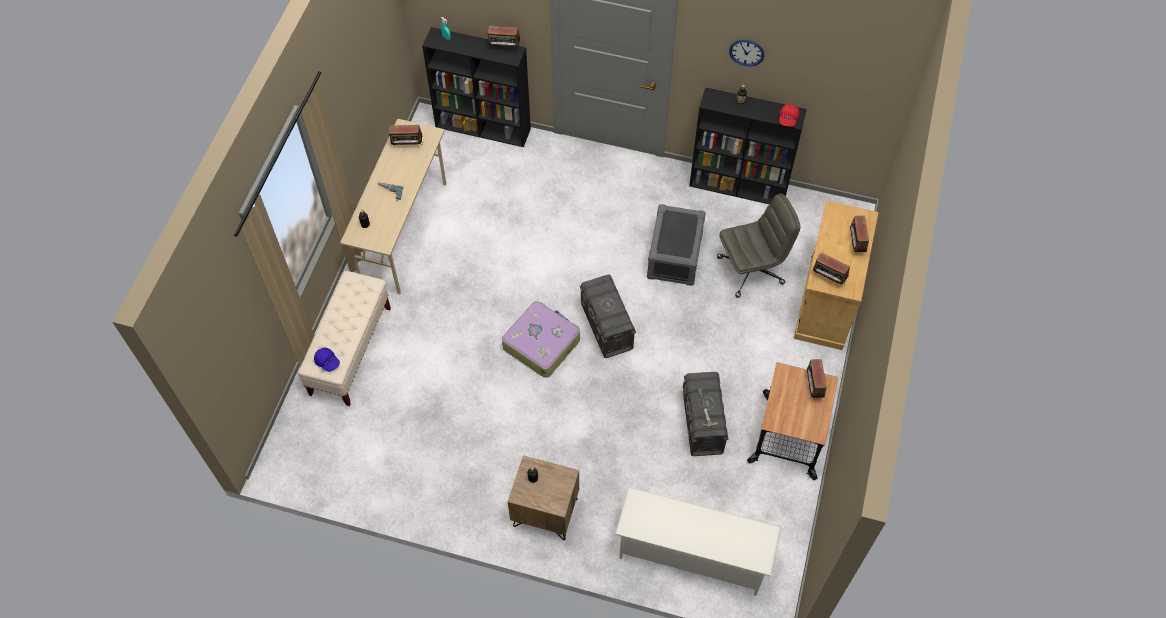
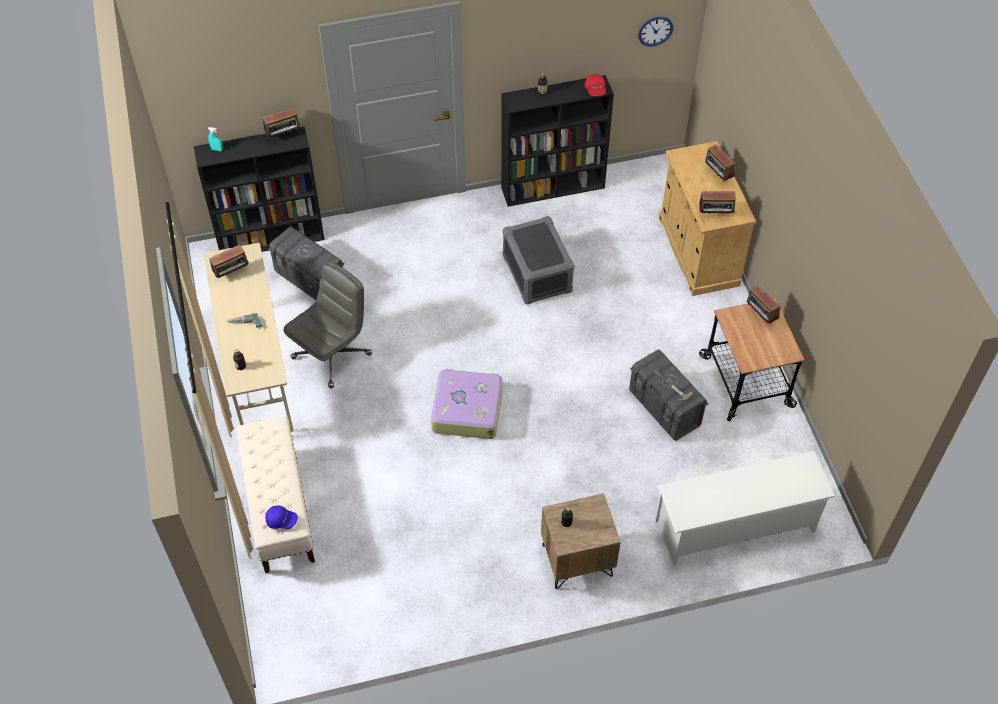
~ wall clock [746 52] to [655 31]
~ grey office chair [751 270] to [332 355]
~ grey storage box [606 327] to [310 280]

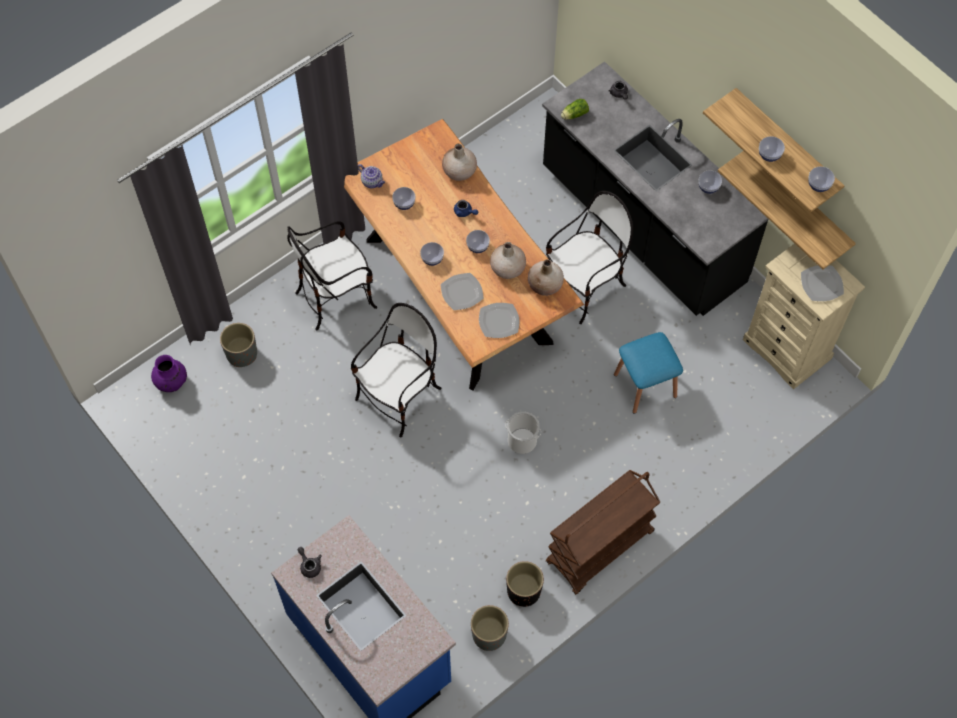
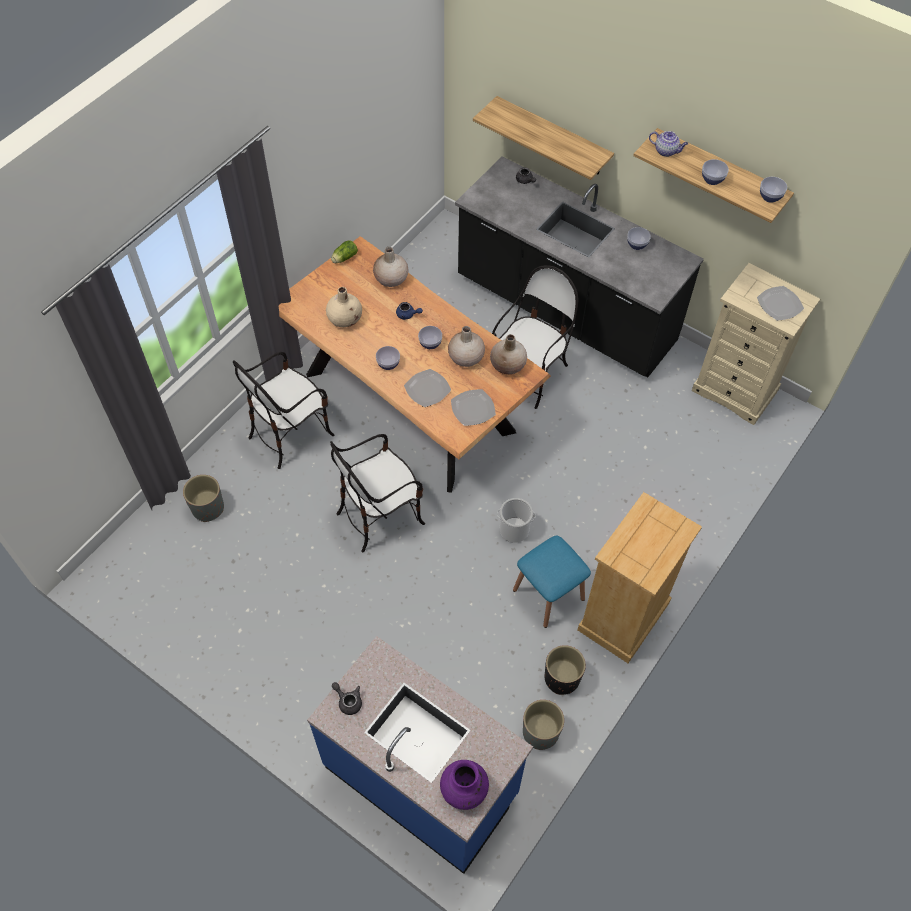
~ lettuce [573 115] to [344 258]
~ shelf [798 203] to [552 137]
~ teapot [372 182] to [666 151]
~ bowl [404 204] to beige vase [345 319]
~ chair [399 397] = [380 515] 150 degrees counterclockwise
~ blue stool [645 385] to [548 594]
~ purple vase [171 382] to [464 790]
~ brown cart [599 548] to beige dresser [623 617]

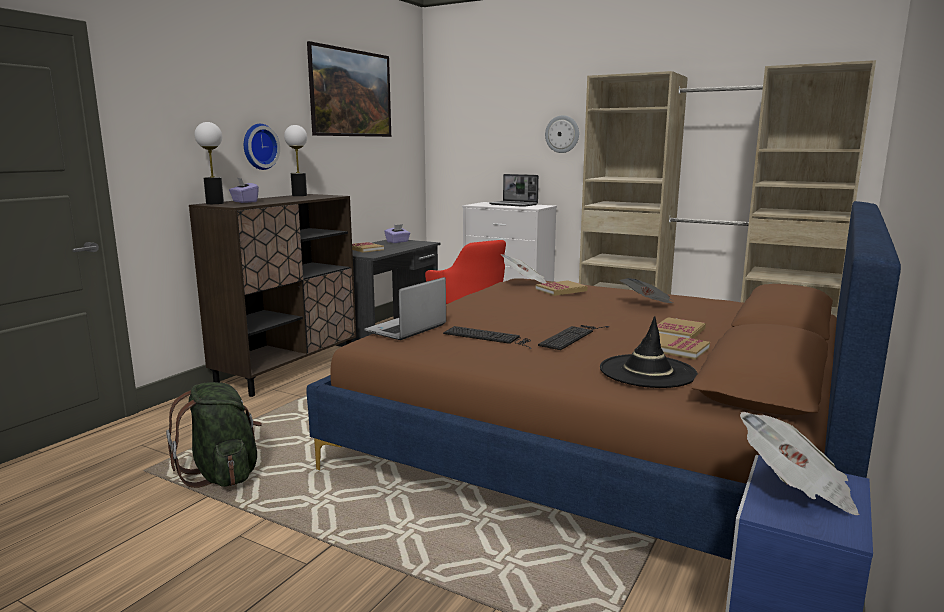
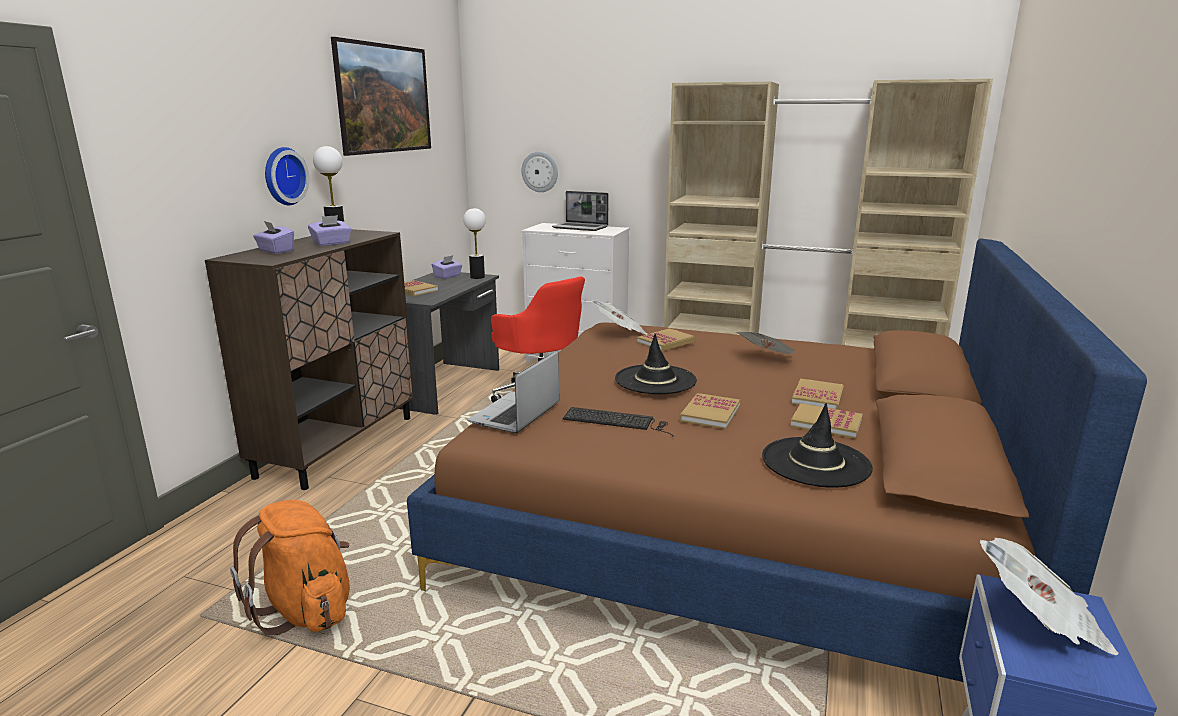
~ wall clock [562 134] to [540 172]
~ table lamp [214 203] to [477 277]
~ keyboard [572 336] to book [710 413]
~ green backpack [223 474] to orange backpack [306 610]
+ purple tissue box [331 243]
+ black hat [655 380]

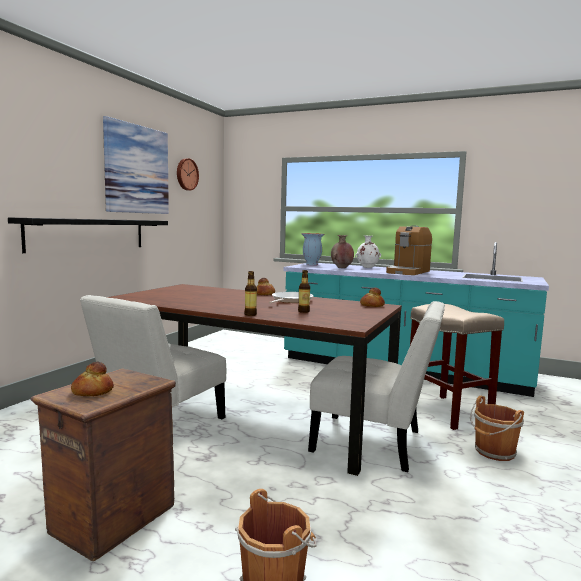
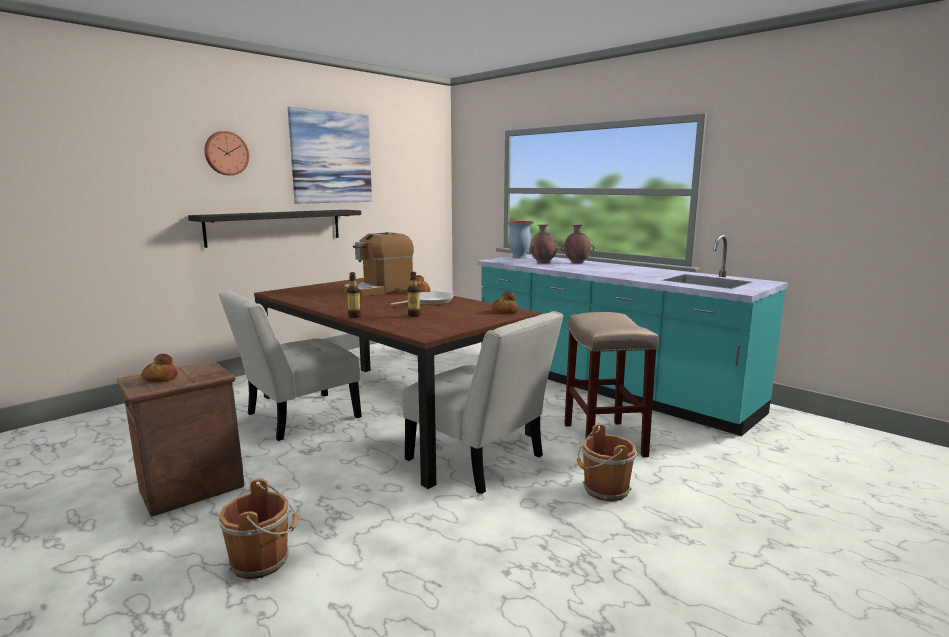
~ wall clock [186 174] to [226 153]
~ coffee machine [408 272] to [379 290]
~ white vase [367 267] to brown vase [576 263]

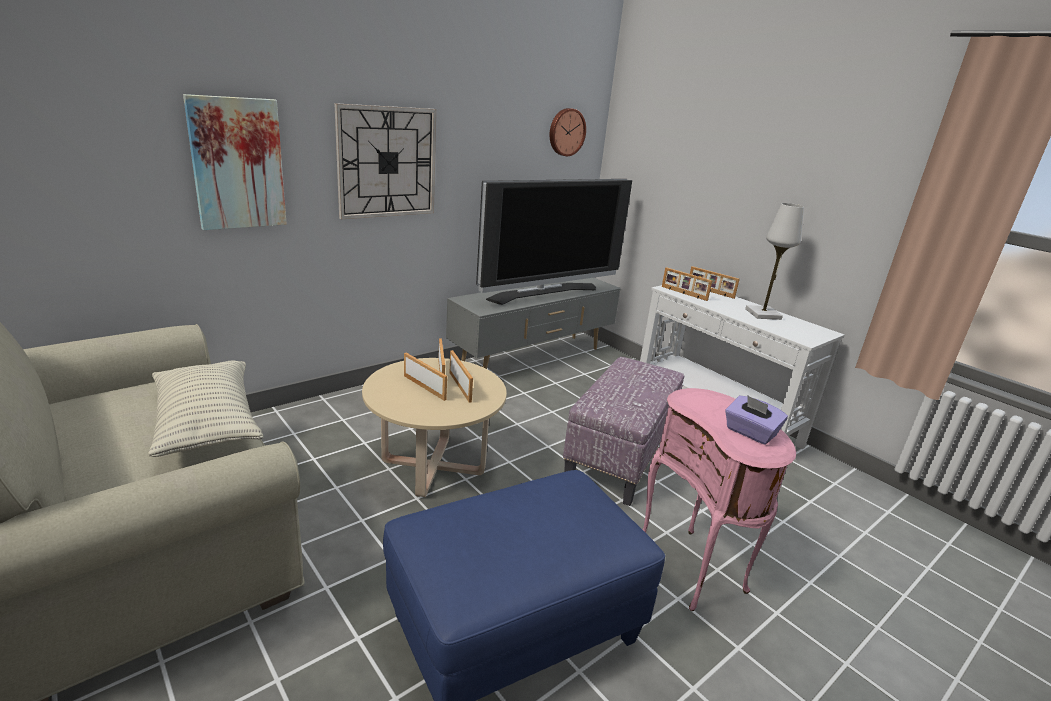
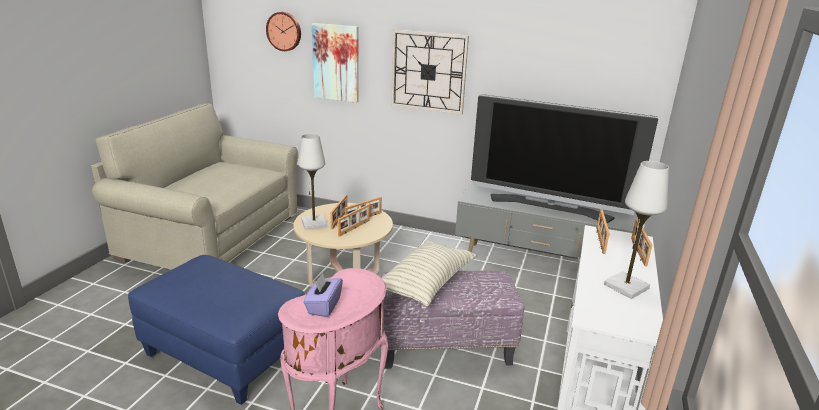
~ wall clock [566 132] to [284 31]
~ pillow [207 424] to [426 283]
+ white table lamp [314 223]

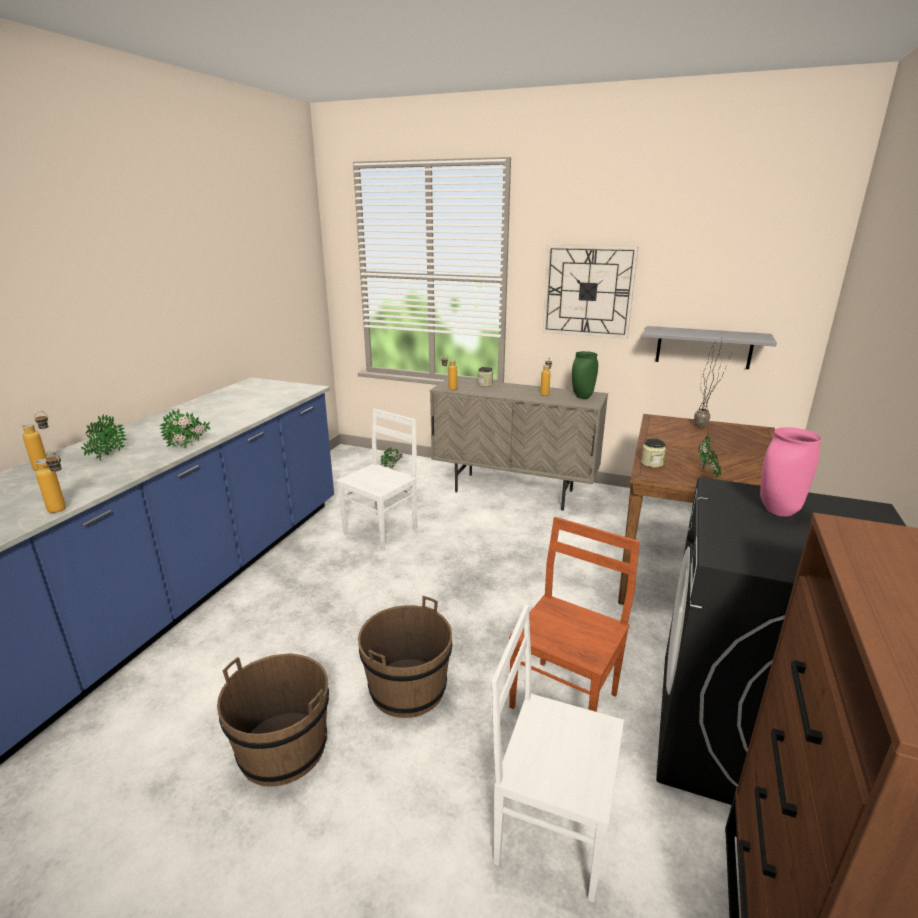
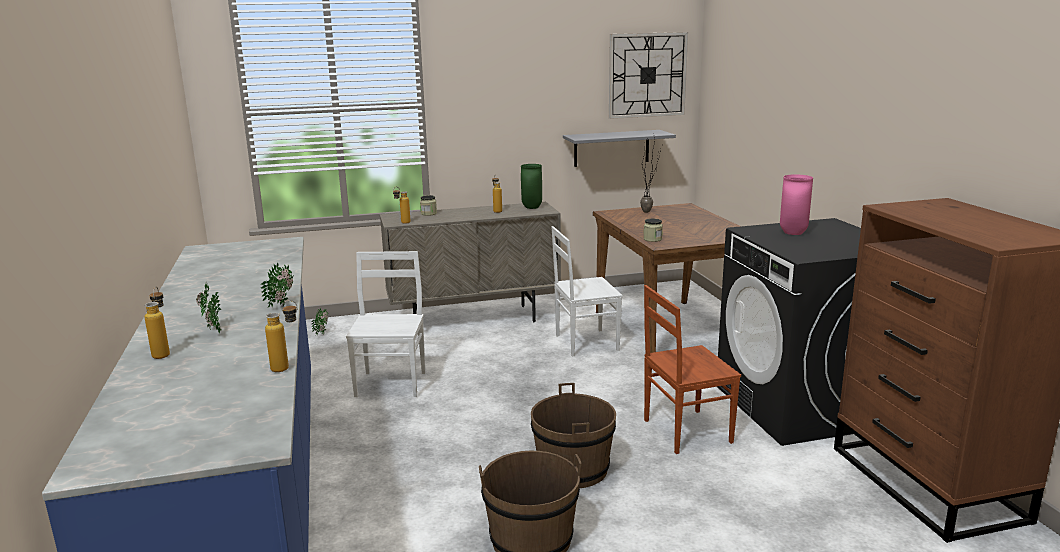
~ wall clock [588 291] to [647 75]
- potted plant [706 474]
~ brown chair [566 700] = [685 431] 105 degrees counterclockwise
~ white chair [552 827] to [585 342]

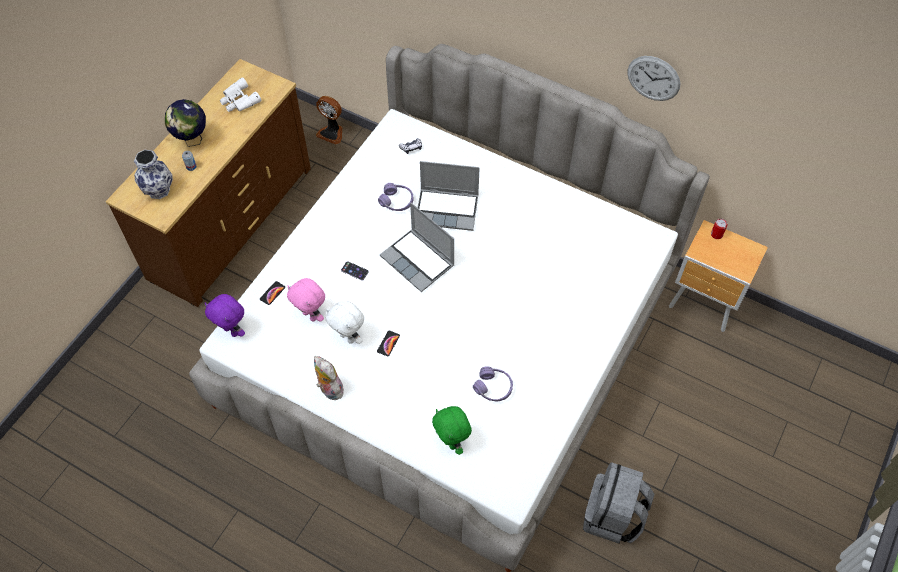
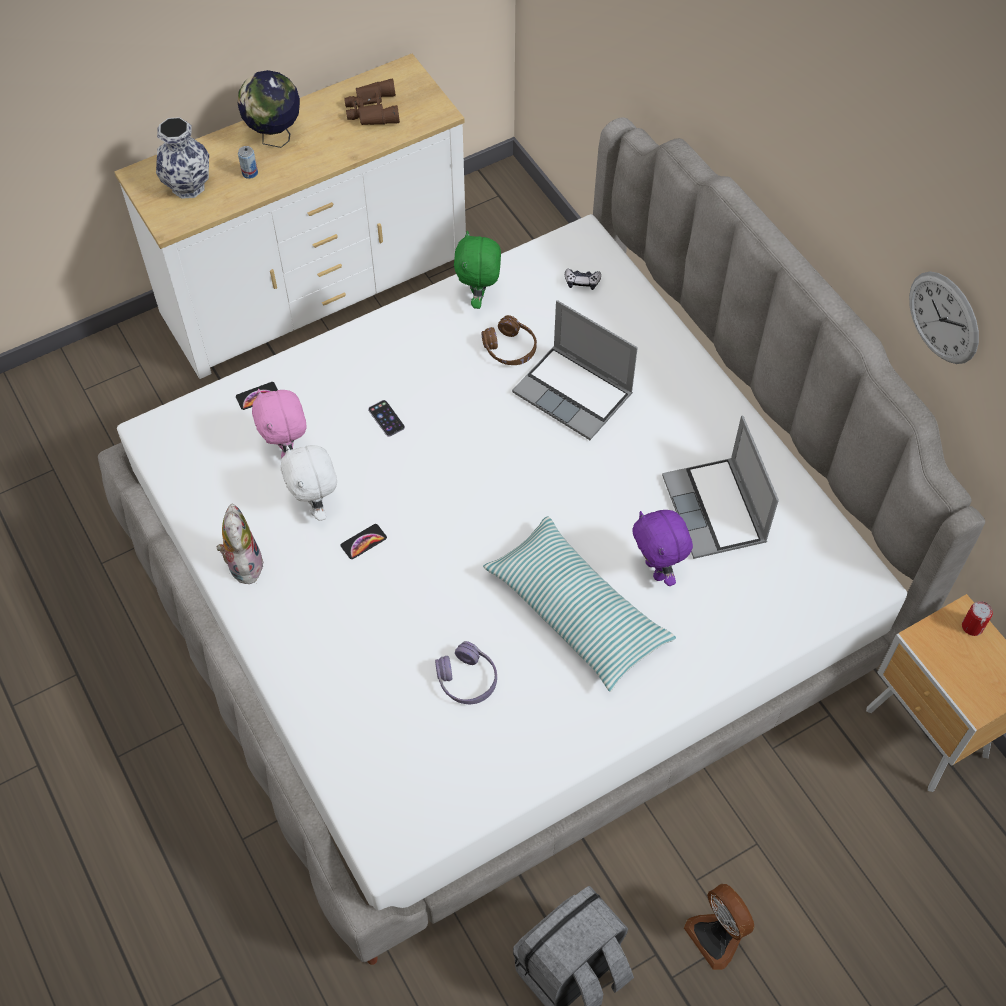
~ brown dresser [231 222] to white dresser [314 286]
~ white binoculars [238 100] to brown binoculars [371 110]
~ fan [332 133] to [718 935]
~ purple headphones [397 201] to brown headphones [510 348]
~ laptop [418 261] to [716 511]
~ purple plush toy [232 331] to [657 570]
~ green plush toy [452 442] to [479 298]
+ pillow [577 611]

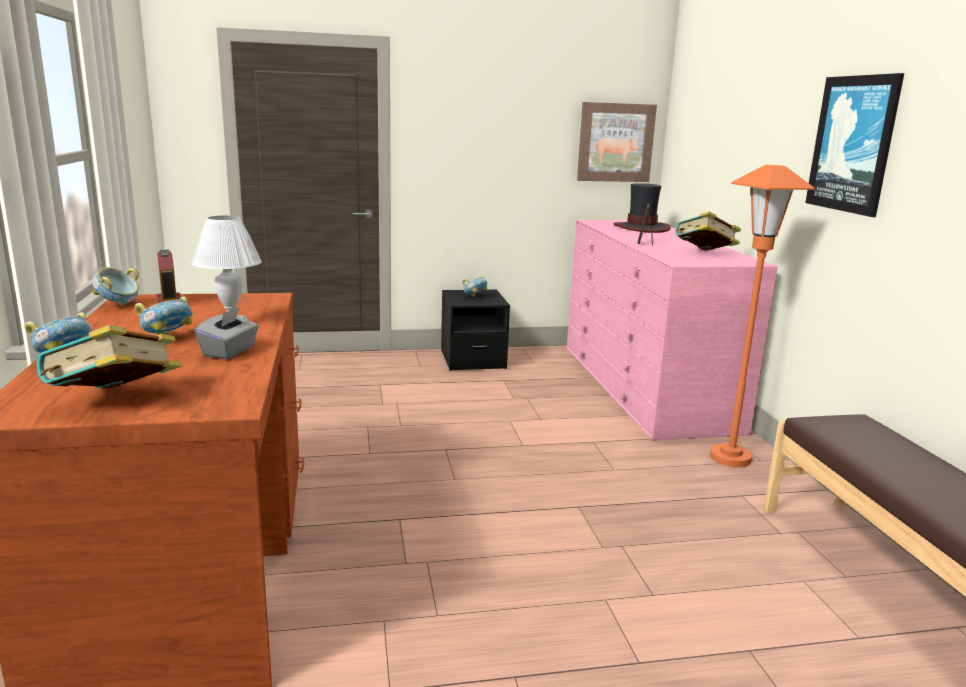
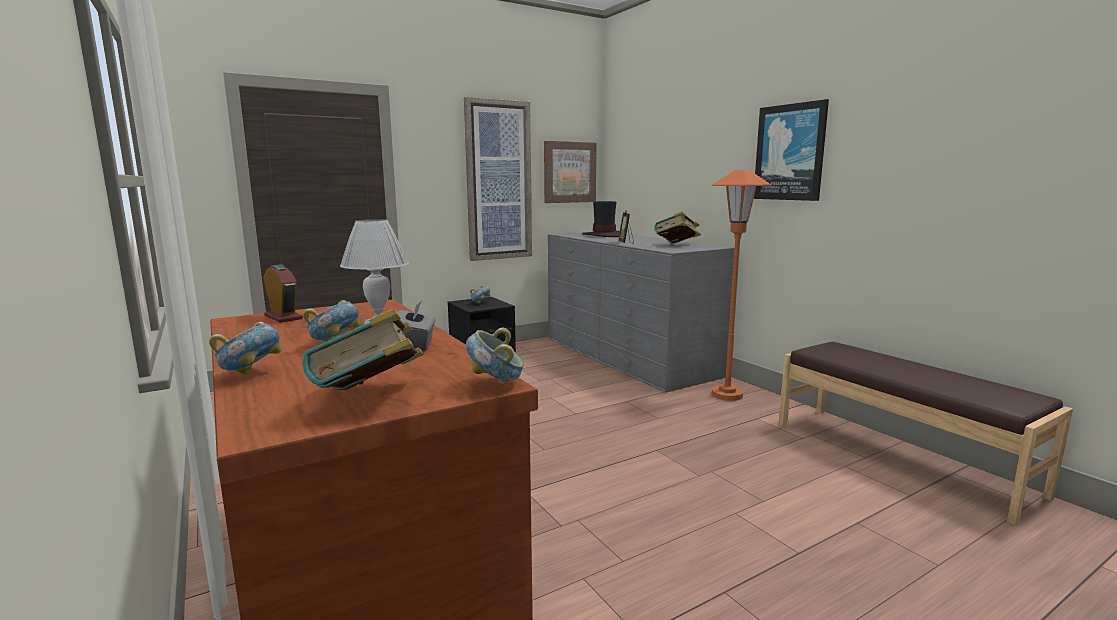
~ pink dresser [645 385] to grey dresser [627 356]
~ bowl [118 305] to [496 384]
+ picture [498 181]

